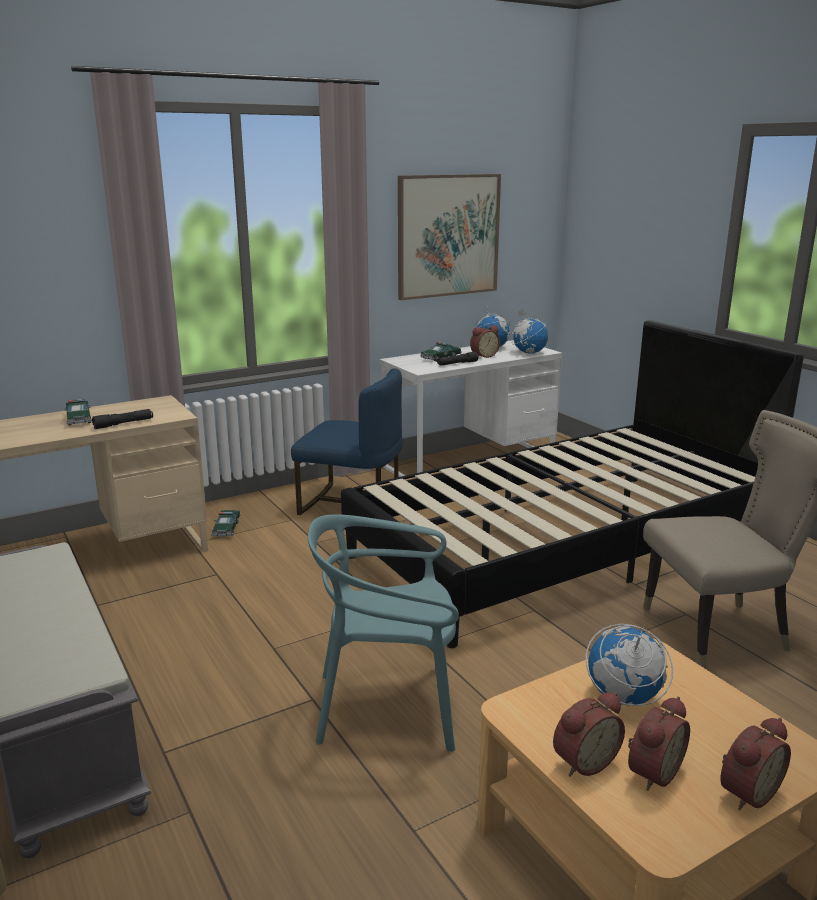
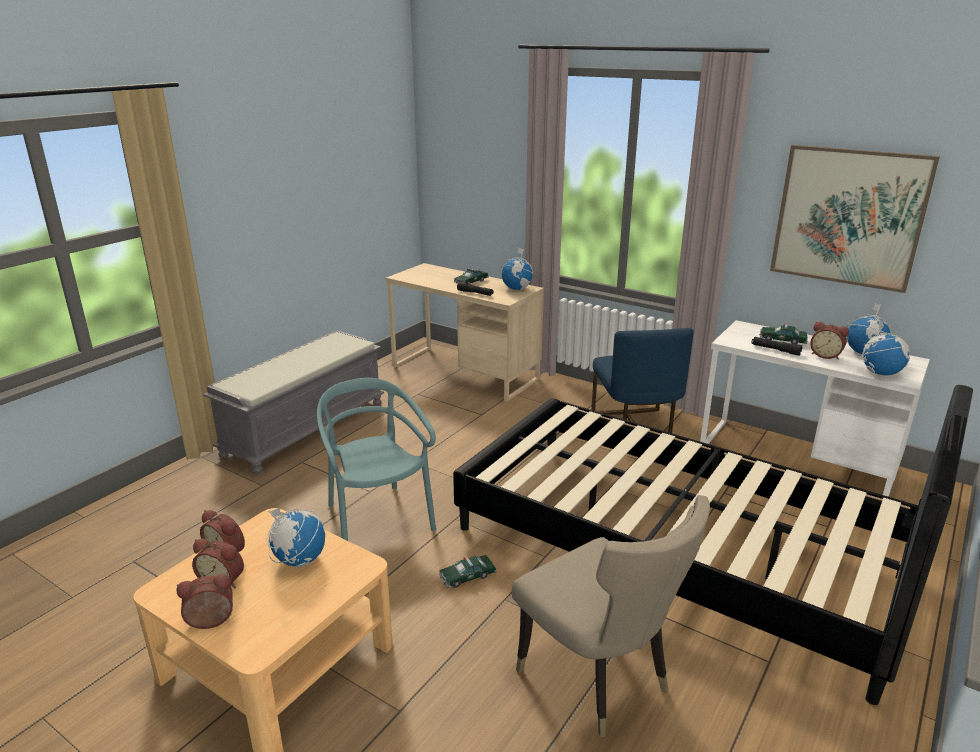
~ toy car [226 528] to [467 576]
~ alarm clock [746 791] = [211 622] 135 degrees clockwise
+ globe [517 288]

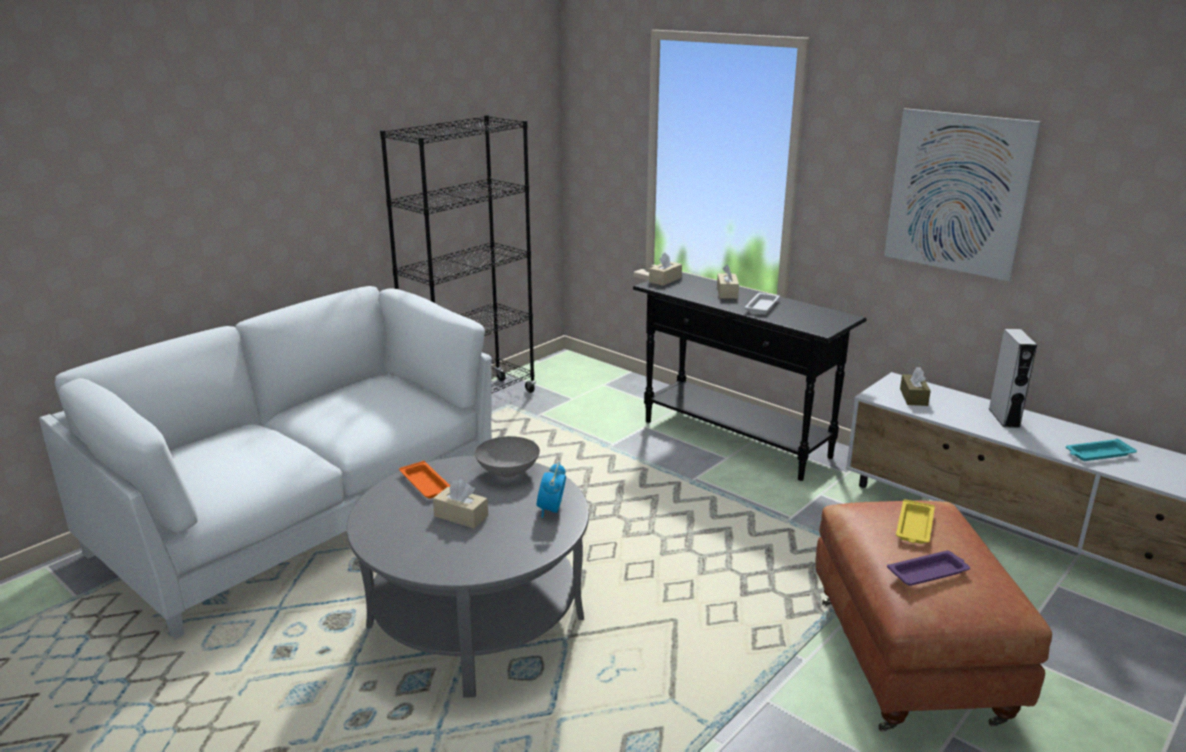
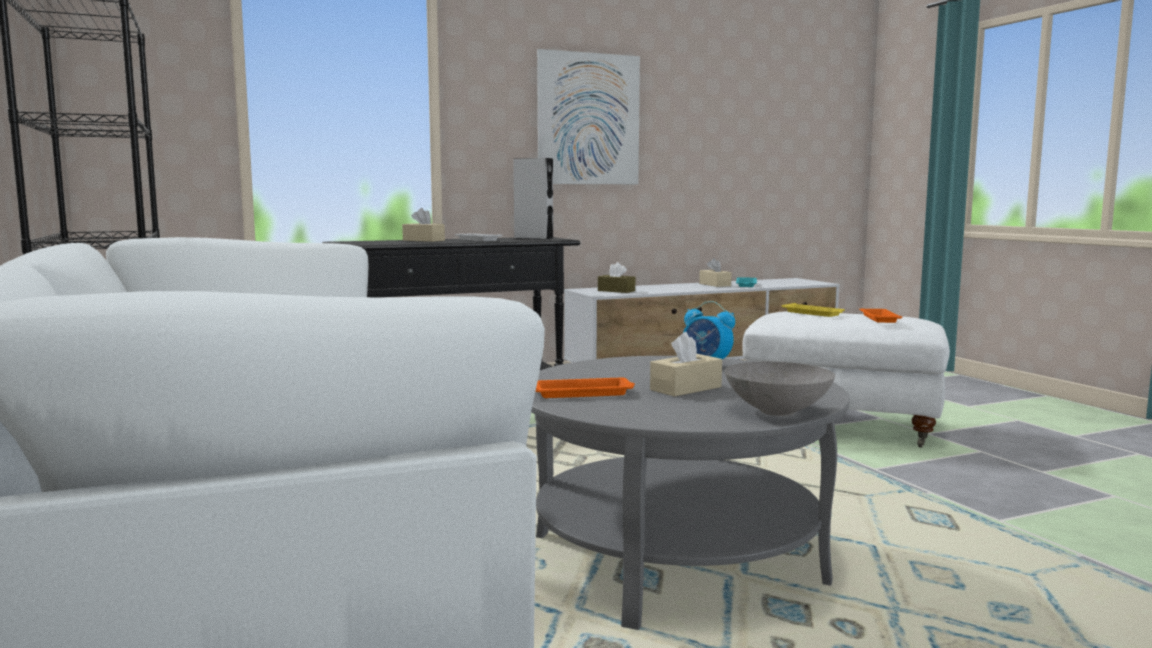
~ beige tissue box [665 280] to [715 285]
~ grey speaker [1004 417] to [533 238]
~ grey bowl [509 472] to [778 411]
~ brown ottoman [910 661] to white ottoman [841 425]
~ purple tray [929 572] to orange tray [879 318]

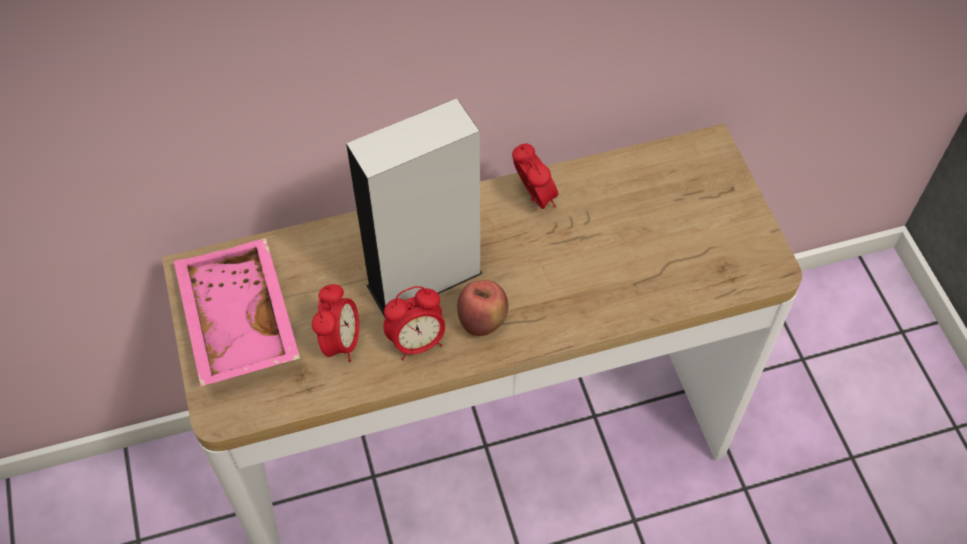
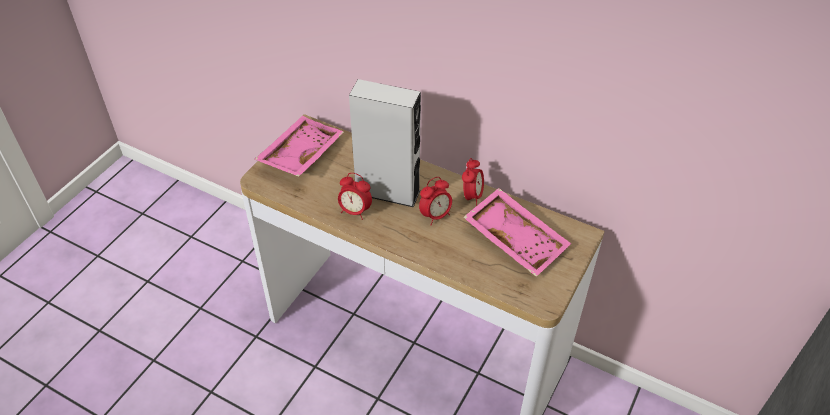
- apple [482 322]
~ alarm clock [341 342] to [435 215]
+ pink tray [516 238]

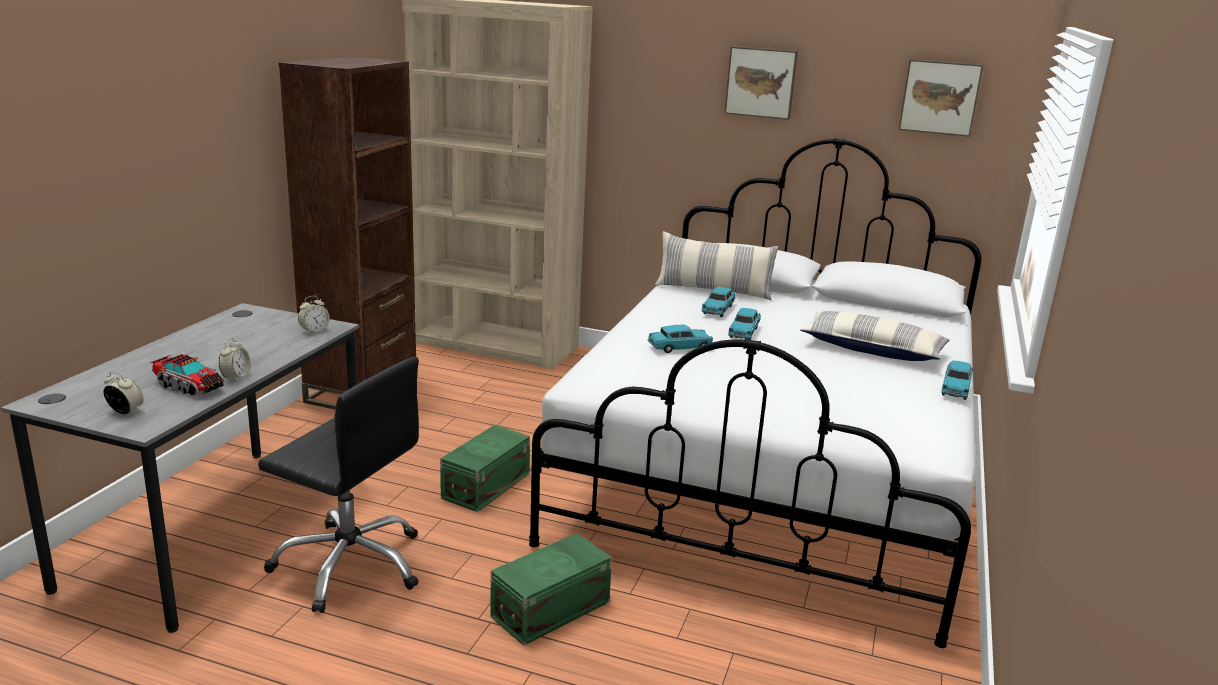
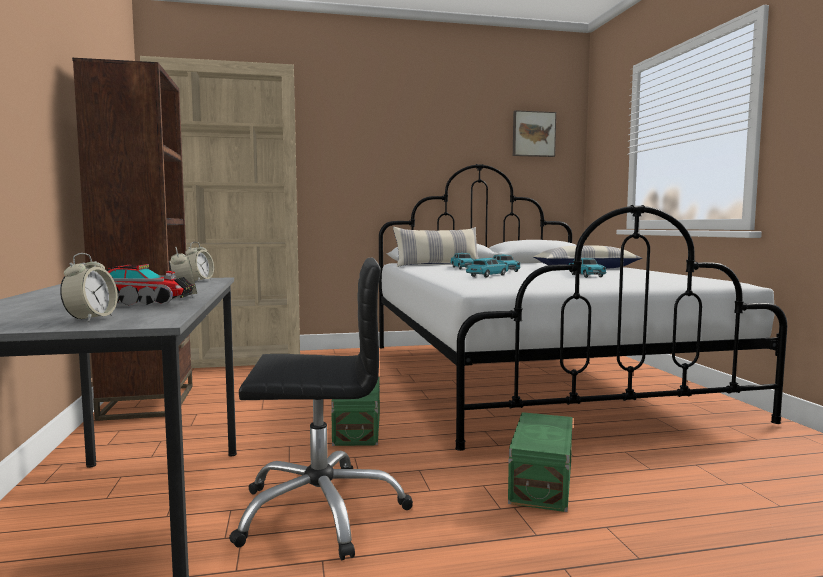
- picture [761 82]
~ turquoise toy car [955 389] to [586 276]
~ alarm clock [125 411] = [91 319] 105 degrees clockwise

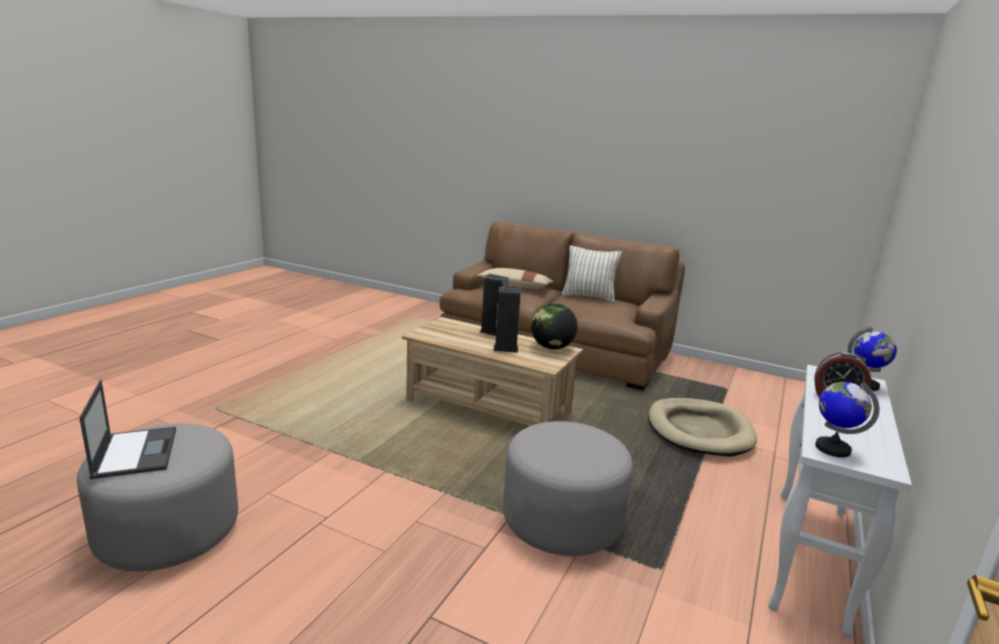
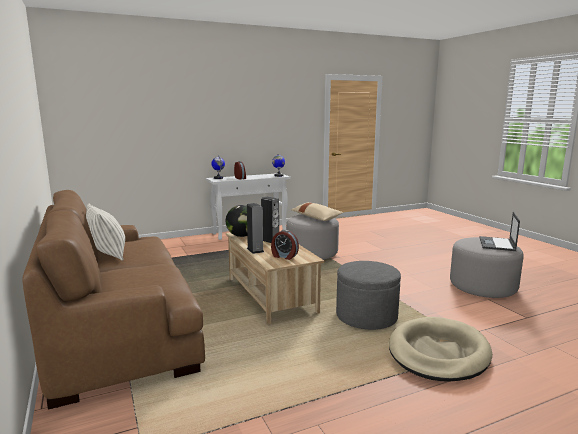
~ beige pillow [515 286] to [316 217]
~ beige dog bed [699 431] to [438 353]
+ alarm clock [284 256]
+ grey ottoman [366 316]

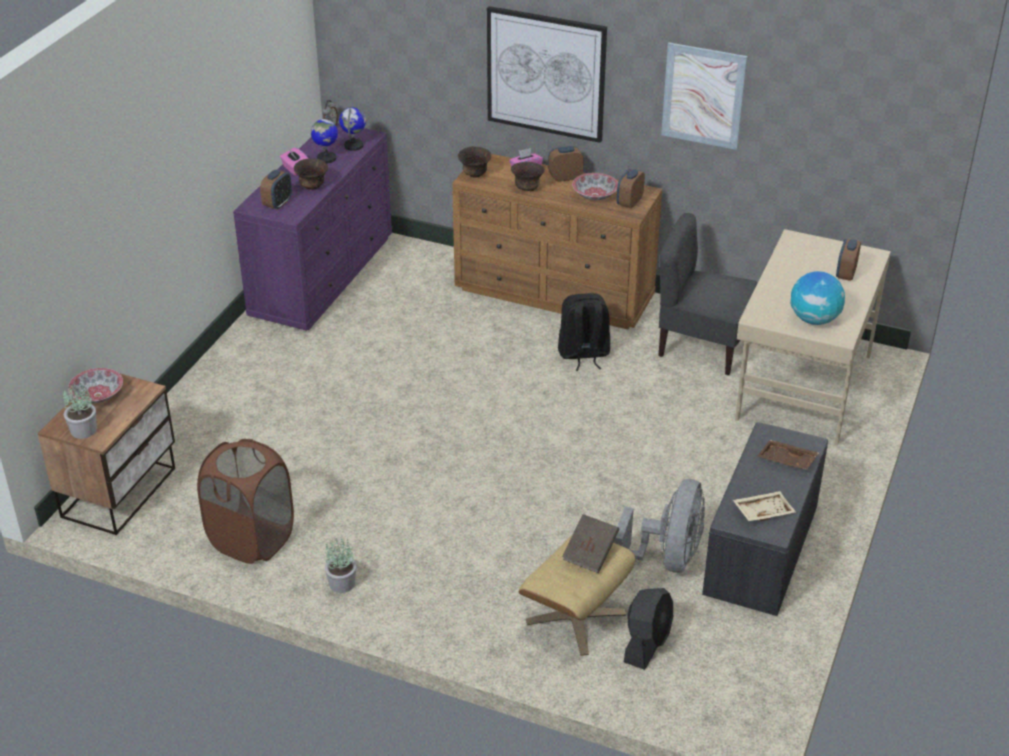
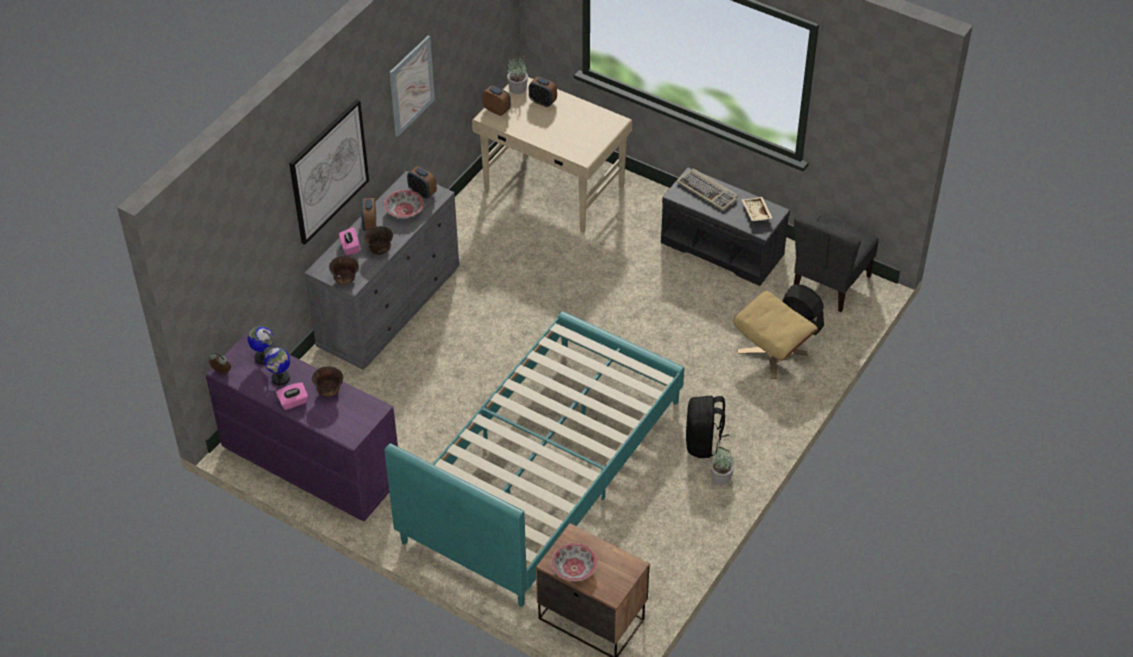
~ brown dresser [555 293] to grey dresser [390 307]
~ alarm clock [278 204] to [497 110]
~ grey chair [702 346] to [829 284]
- globe [814 319]
~ black backpack [583 354] to [704 443]
~ potted plant [84 430] to [517 88]
- brown laundry basket [252 540]
~ brown tray [786 461] to keyboard [708 191]
- grey fan [667 559]
- brown book [590 553]
+ turquoise bed [543 470]

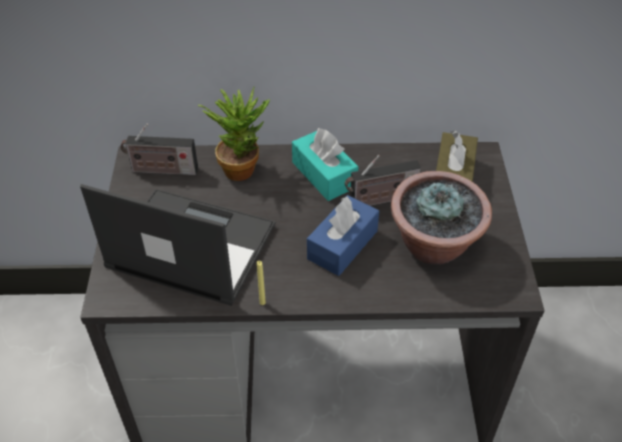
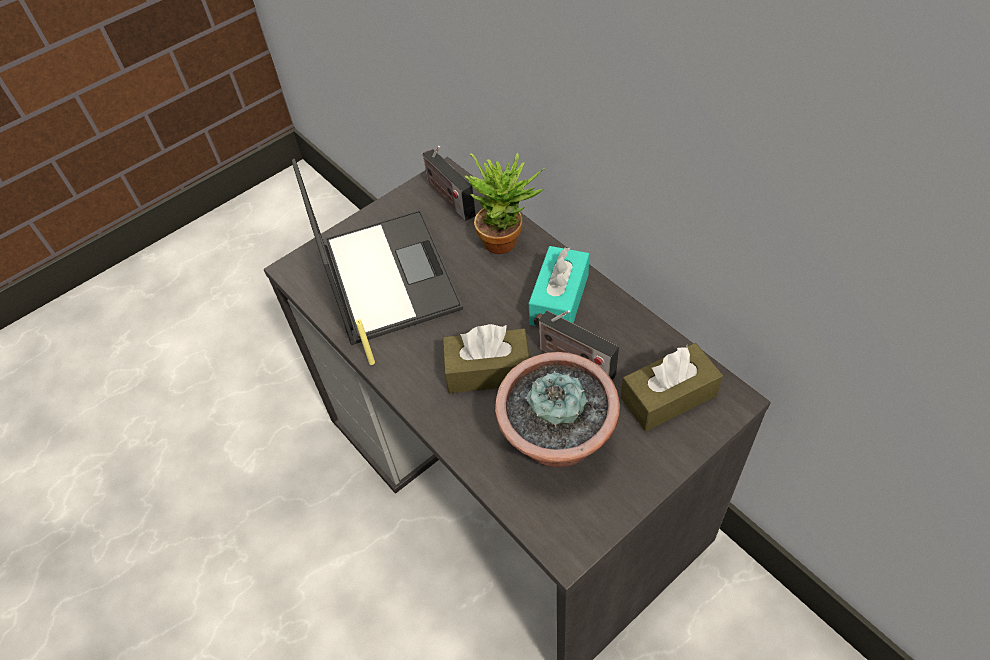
~ blue tissue box [342 245] to brown tissue box [488 371]

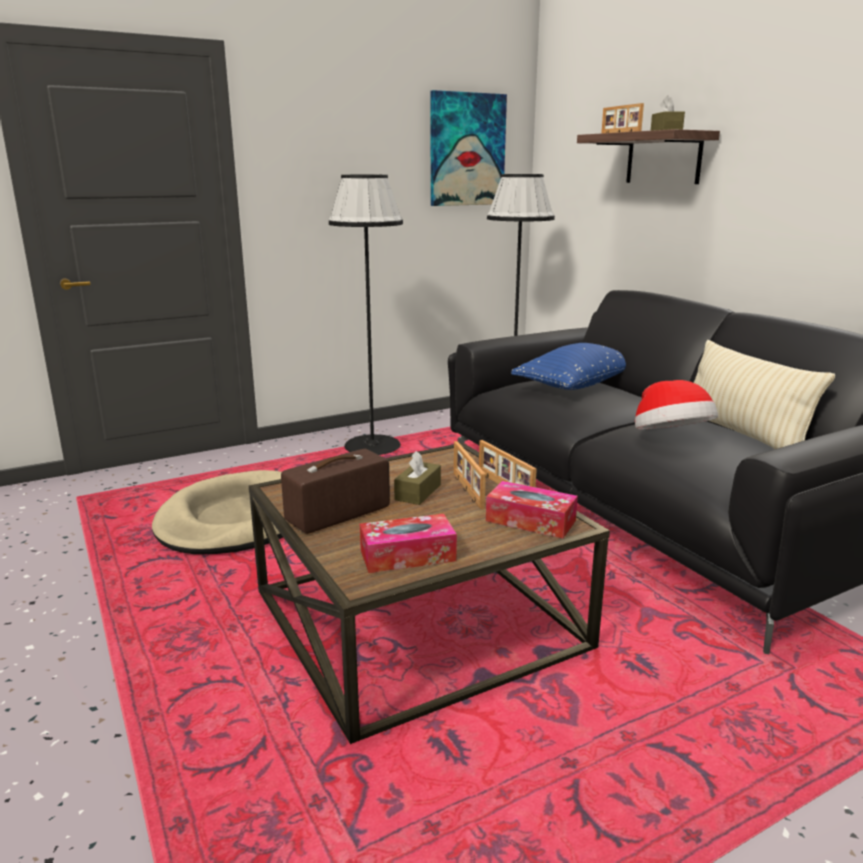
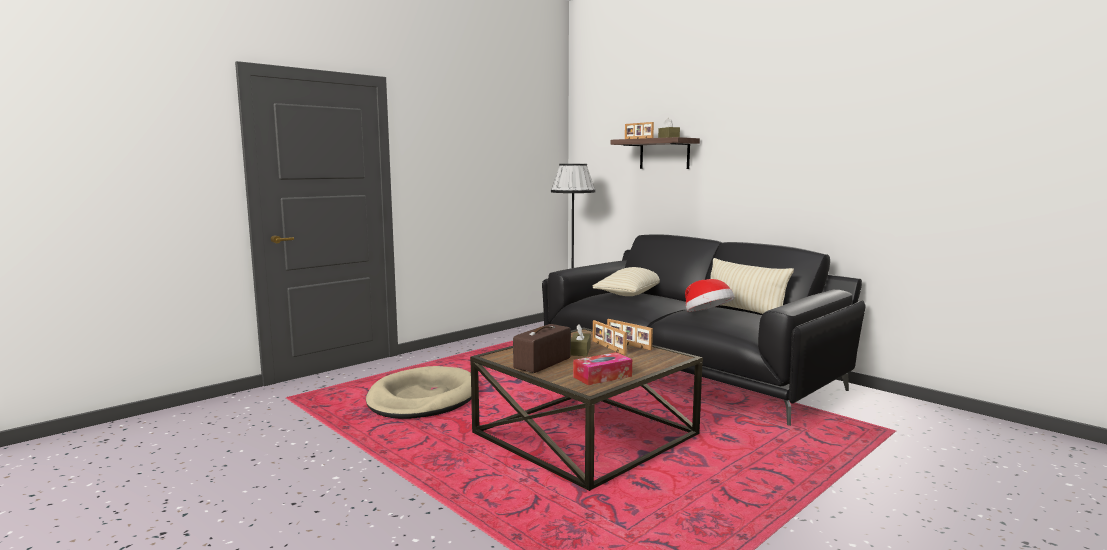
- picture [467 150]
- black floor lamp [372 446]
~ blue pillow [577 385] to beige pillow [631 294]
- tissue box [530 521]

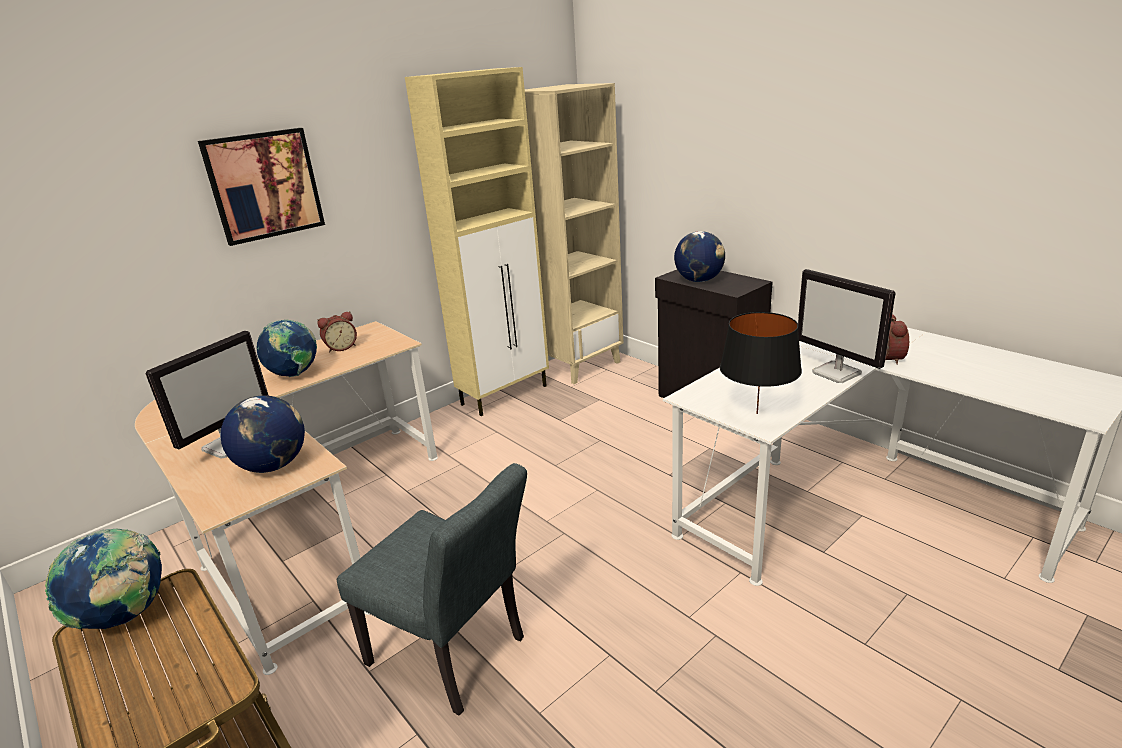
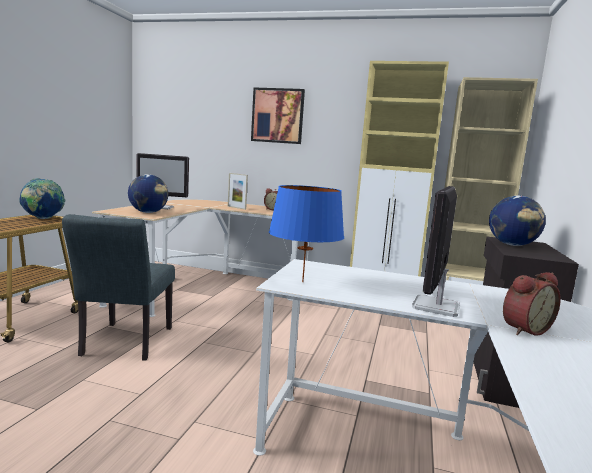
~ black table lamp [757 413] to blue table lamp [302 282]
~ globe [295 375] to picture frame [236 208]

